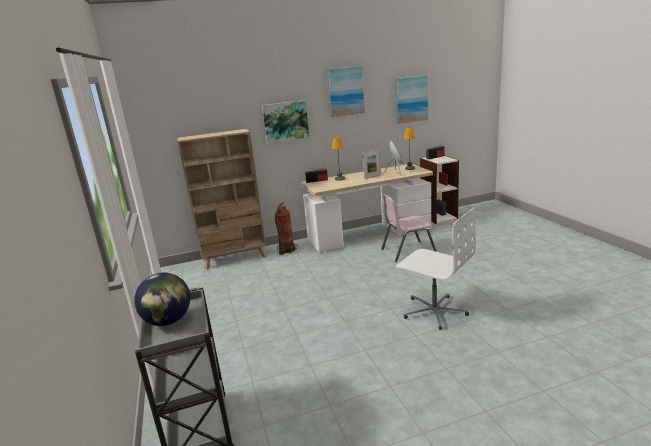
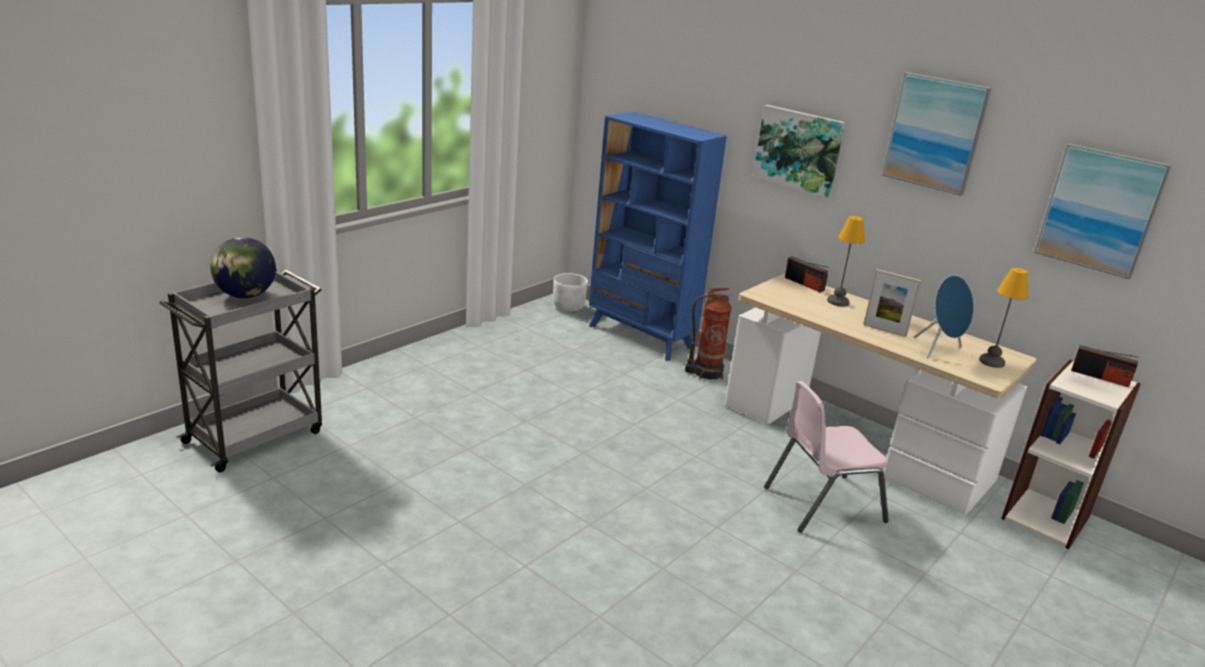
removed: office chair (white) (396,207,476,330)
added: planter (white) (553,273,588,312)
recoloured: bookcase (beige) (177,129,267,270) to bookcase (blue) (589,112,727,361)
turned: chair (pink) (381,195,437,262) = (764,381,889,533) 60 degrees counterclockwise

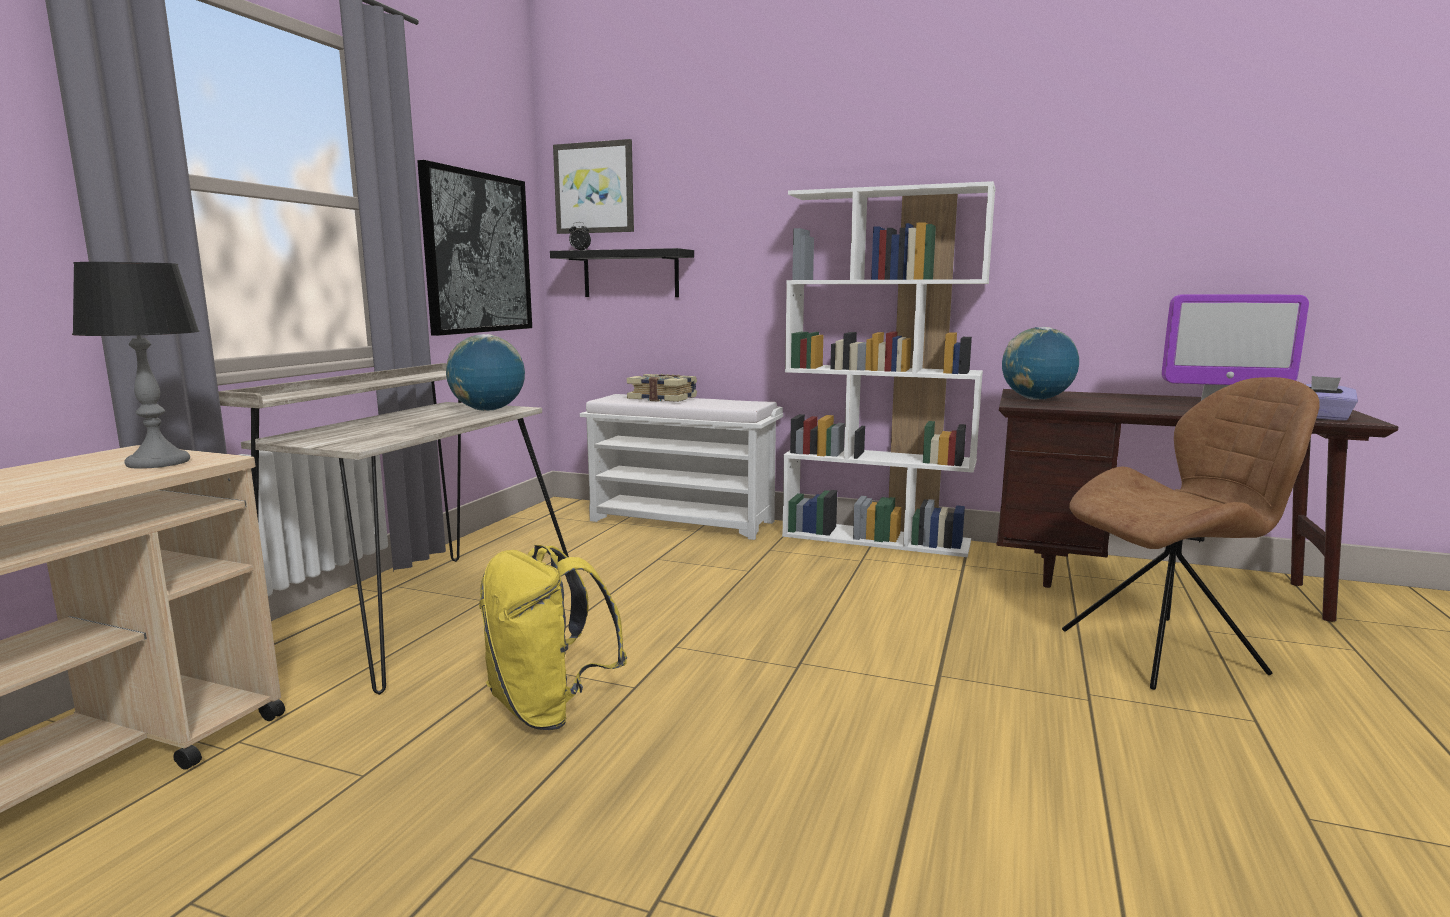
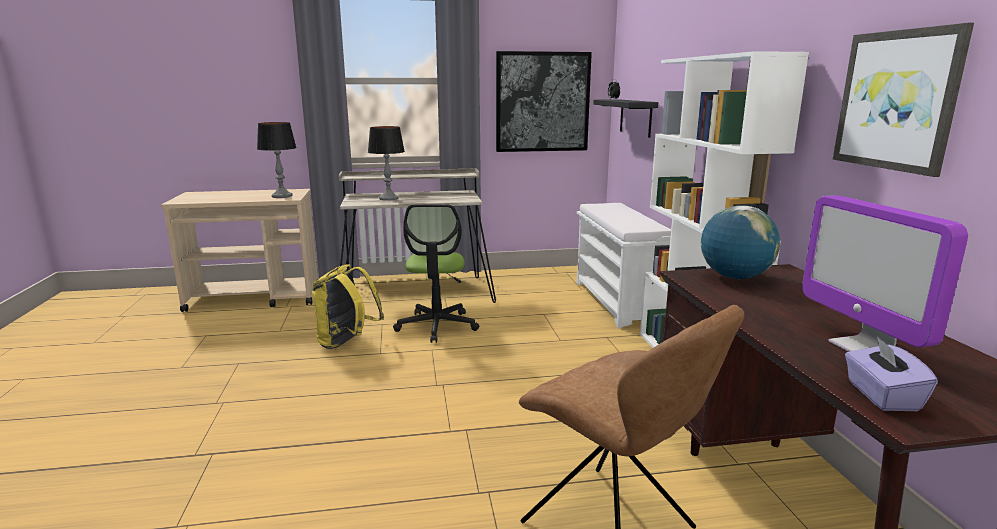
removed: globe (446,334,525,411); book (627,374,697,402)
added: table lamp (368,126,405,201); office chair (393,204,479,343)
moved: picture (553,139,634,234) to (833,23,974,177)

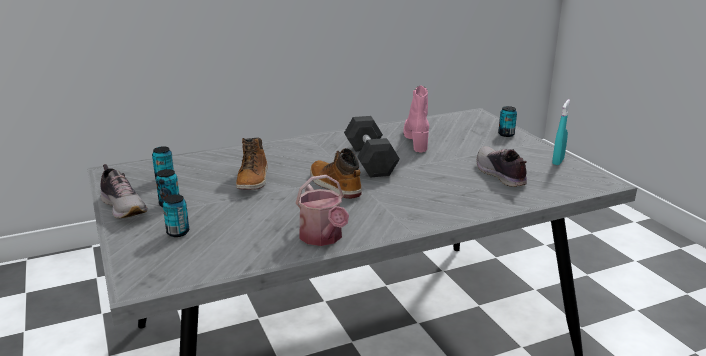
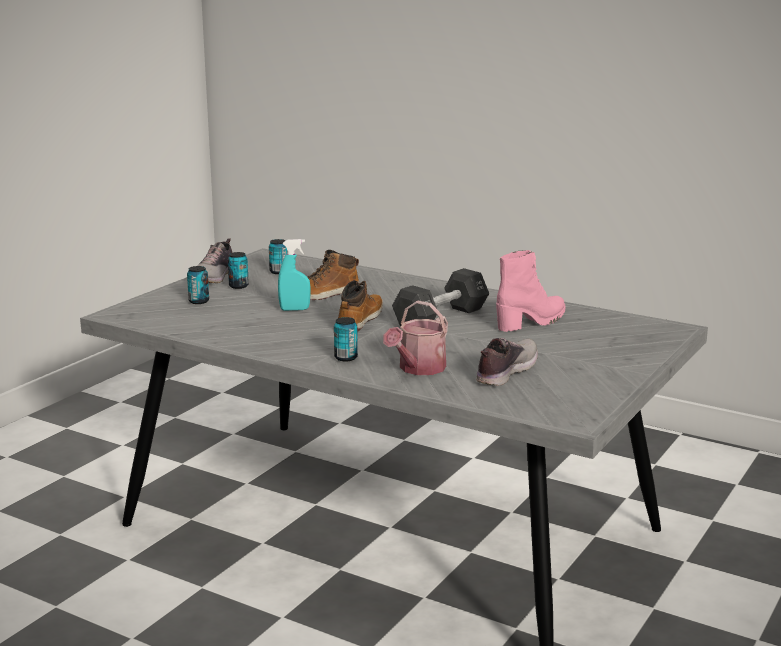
moved: watering can (296,175,349,246) to (383,301,448,375); can (498,106,517,137) to (334,317,358,361); spray bottle (turquoise) (552,99,570,165) to (278,239,311,311)

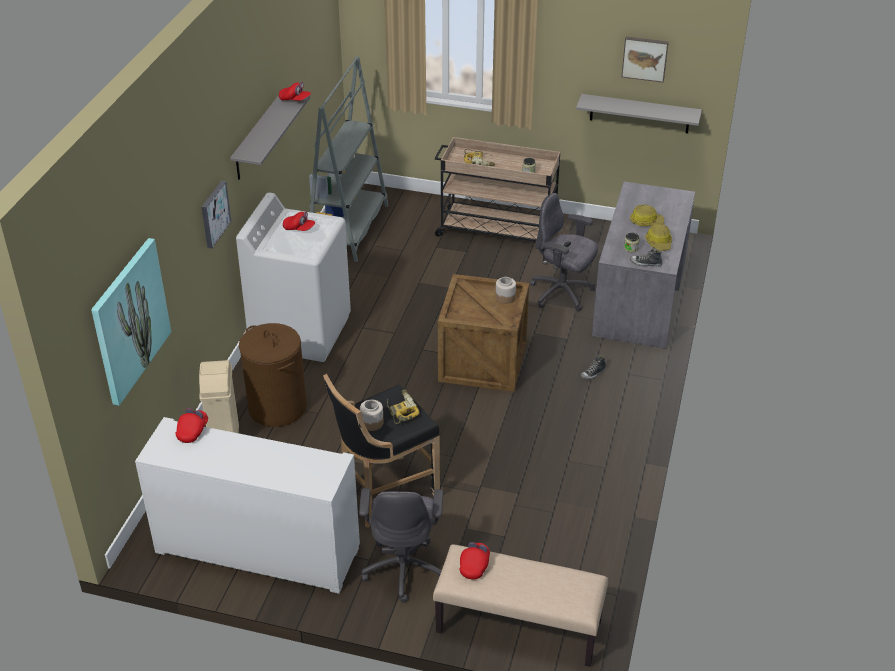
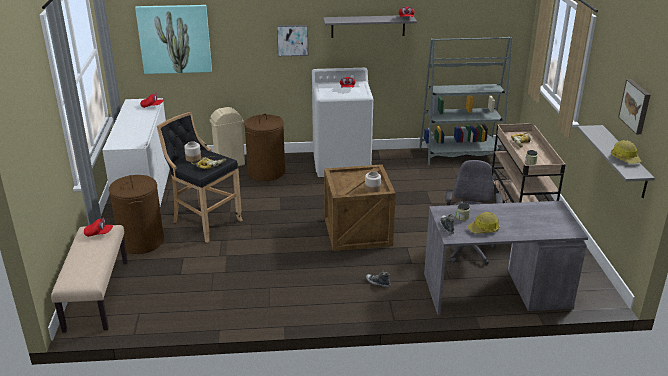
moved: hard hat (630,204,664,226) to (611,140,641,164)
replaced: office chair (grey) (359,488,444,603) to laundry basket (brown) (109,175,164,254)

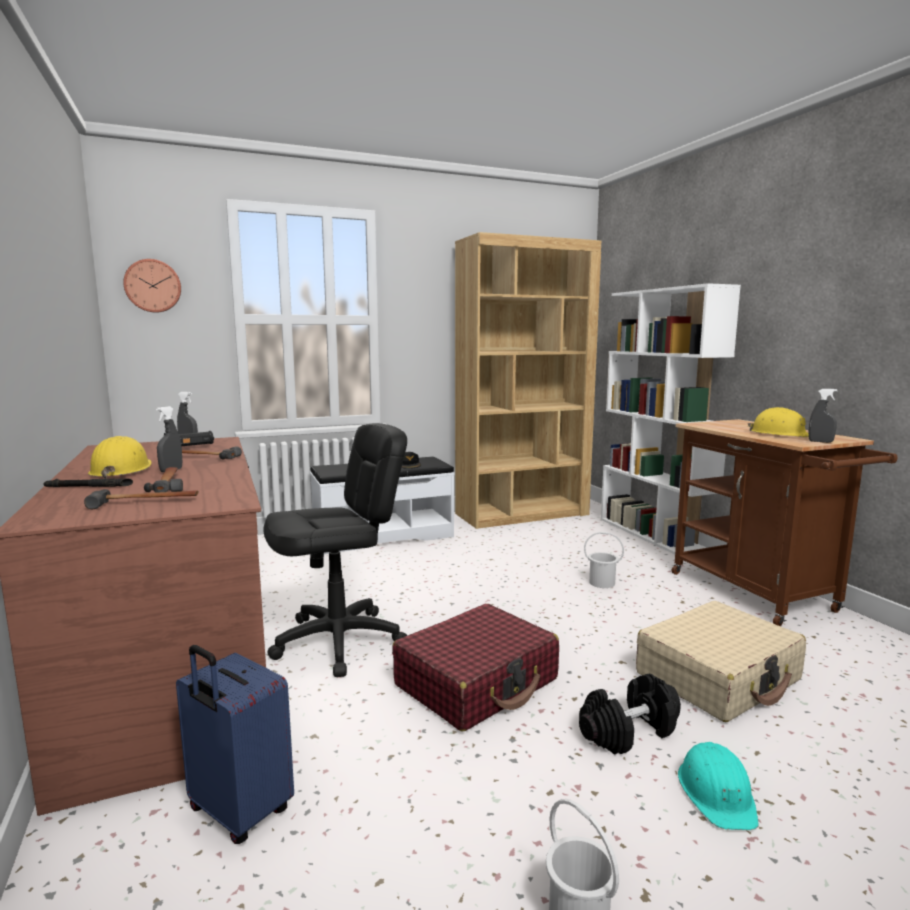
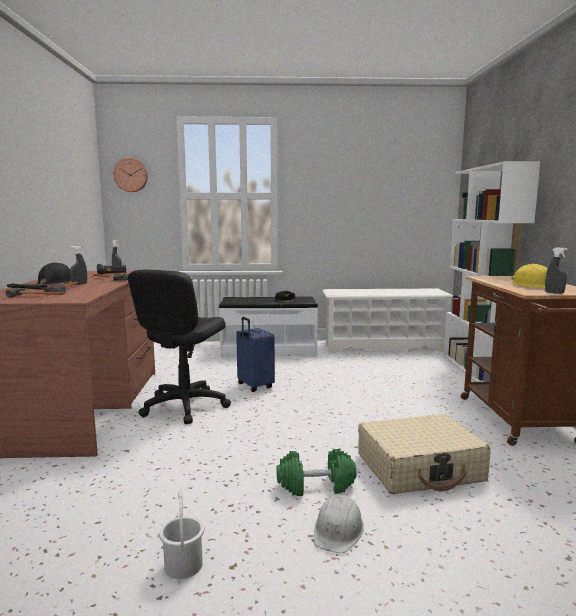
removed: suitcase (red) (392,604,559,731); bucket (white) (584,532,624,588)
moved: suitcase (blue) (176,645,294,844) to (236,317,275,392)
replaced: bookcase (brown) (455,232,601,529) to shoe rack (white) (322,289,453,353)
recoloured: hard hat (yellow) (88,436,151,479) to hard hat (black) (37,262,71,285); dumbbell (black) (579,674,681,755) to dumbbell (green) (277,448,357,496); hard hat (turquoise) (678,742,758,830) to hard hat (white) (314,495,364,553)
turned: office chair (black) (263,423,407,677) = (128,270,231,424) 120 degrees clockwise

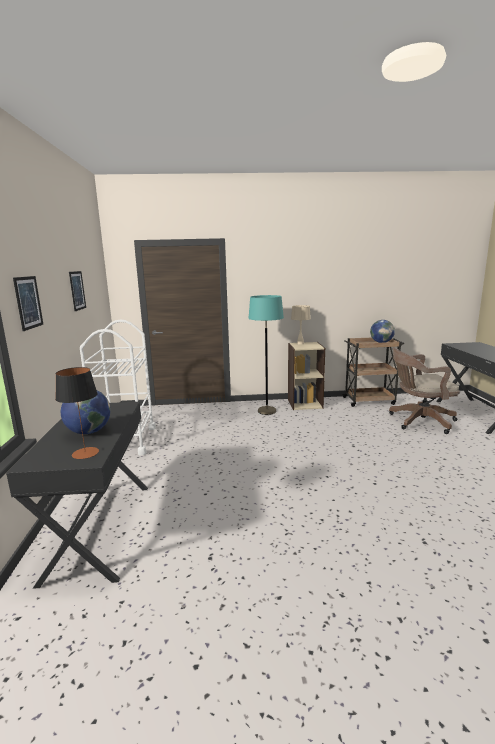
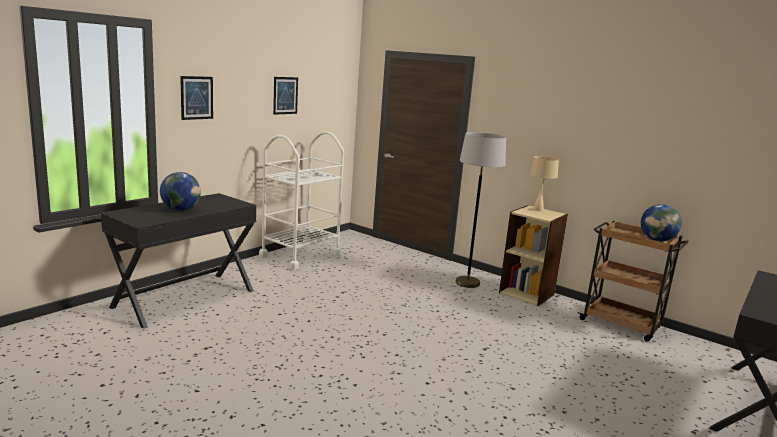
removed: table lamp (55,367,99,459); office chair (brown) (389,348,460,434)
recoloured: floor lamp (turquoise) (248,295,284,415) to floor lamp (grey) (456,132,506,288)

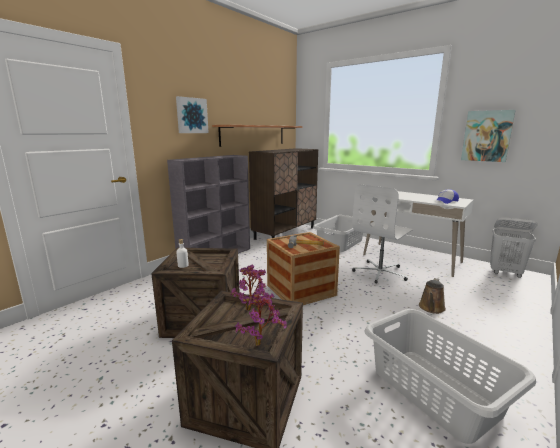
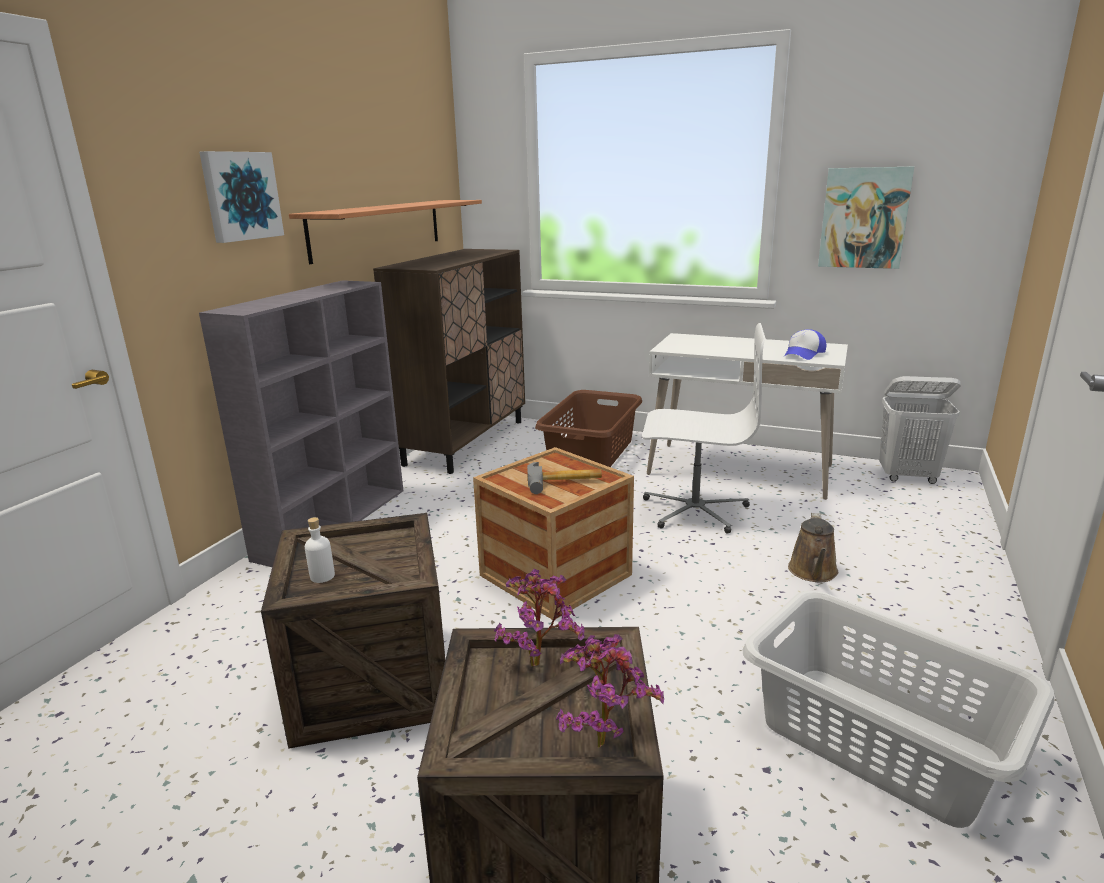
recoloured: laundry basket (grey) (313,215,363,252) to laundry basket (brown) (535,390,642,467)
turned: office chair (white) (352,184,414,284) = (642,323,766,534) 105 degrees counterclockwise

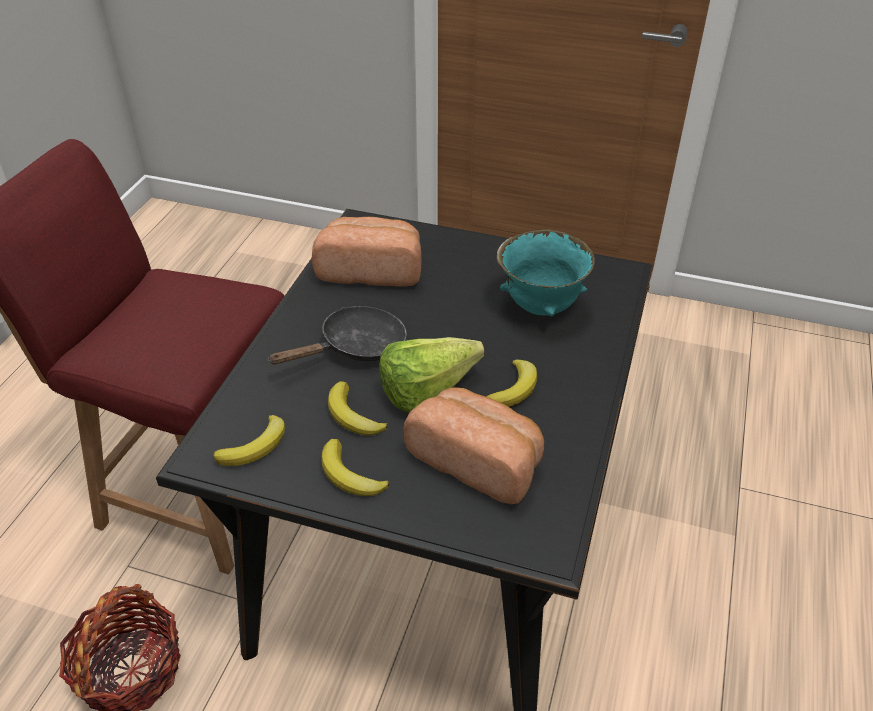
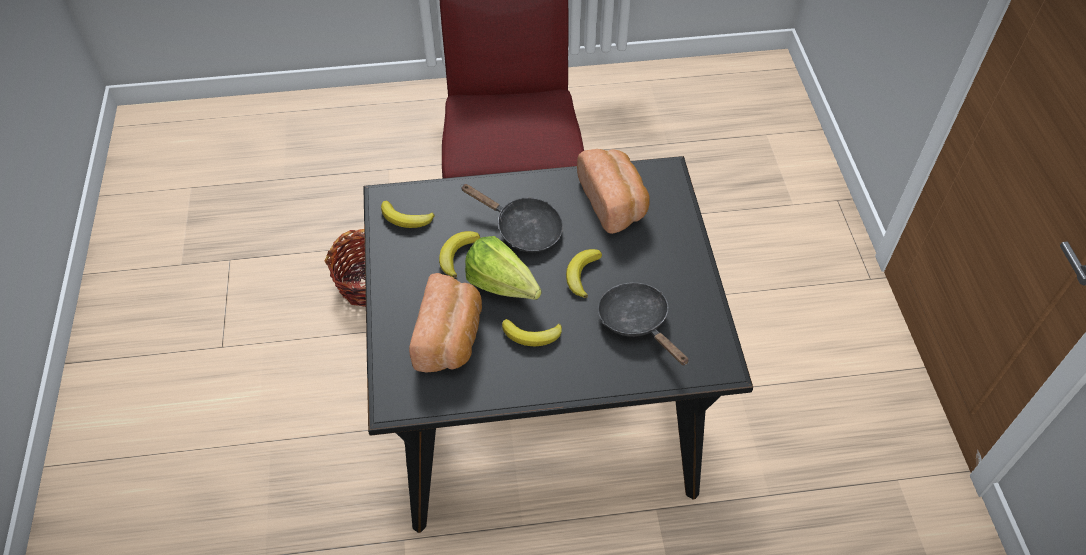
moved: banana (321,439,390,496) to (566,249,602,298)
replaced: bowl (turquoise) (497,230,595,316) to frying pan (black) (598,282,689,365)

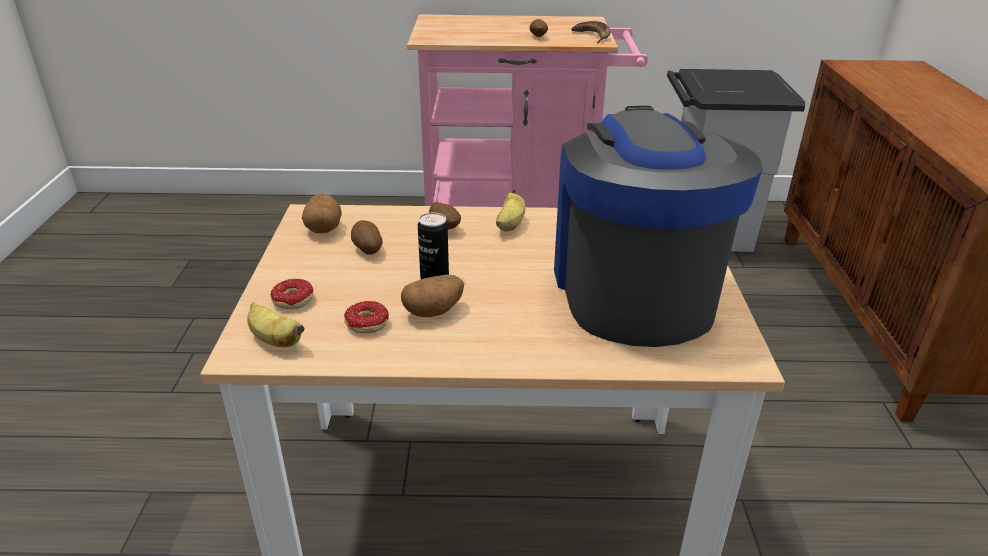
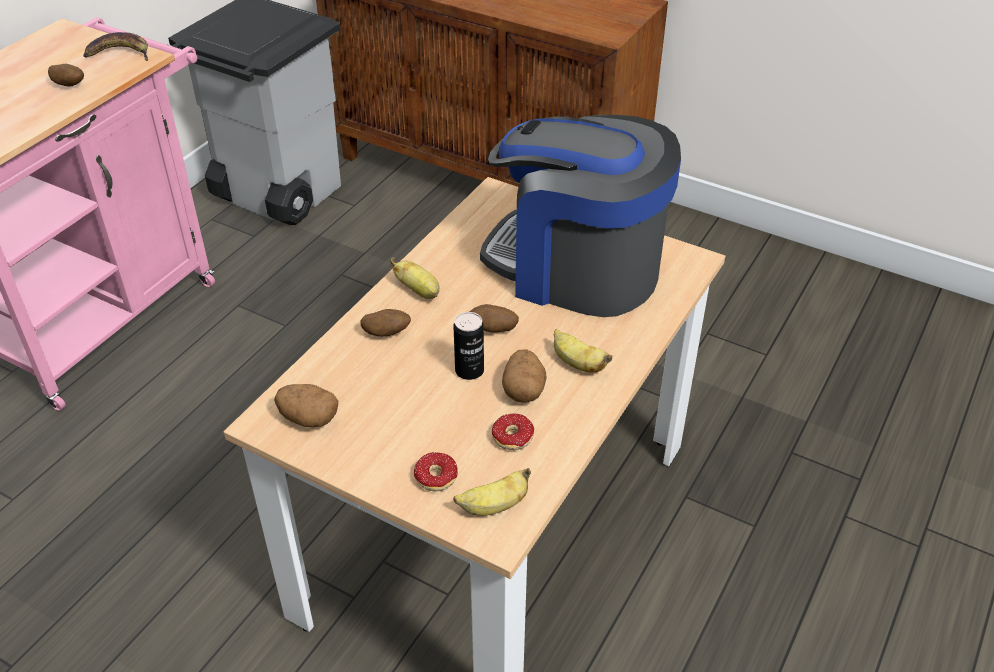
added: banana (554,329,612,372)
moved: potato (351,220,383,255) to (470,304,519,333)

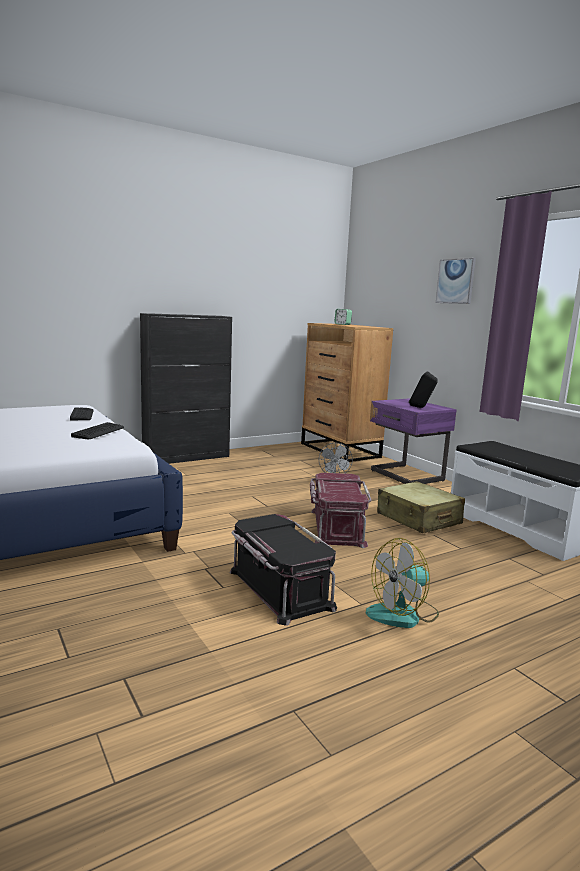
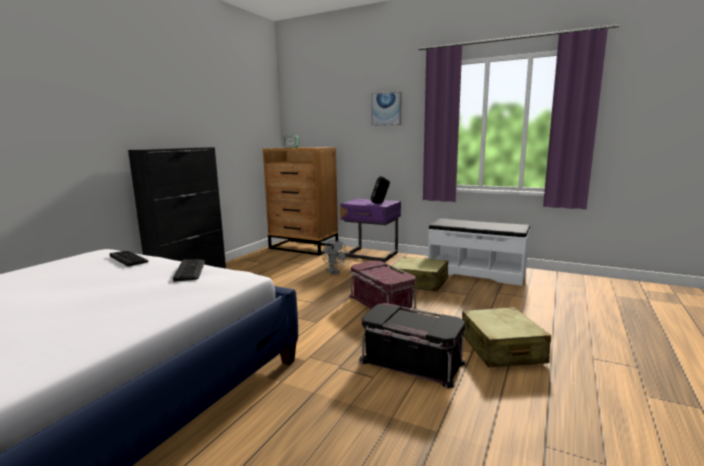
replaced: fan (366,538,439,628) to suitcase (beige) (462,307,551,368)

